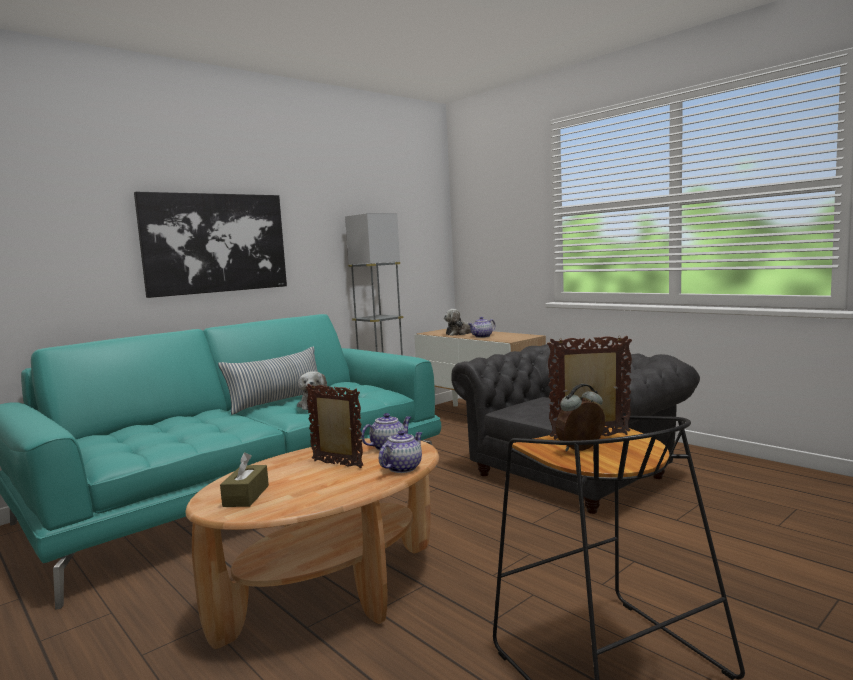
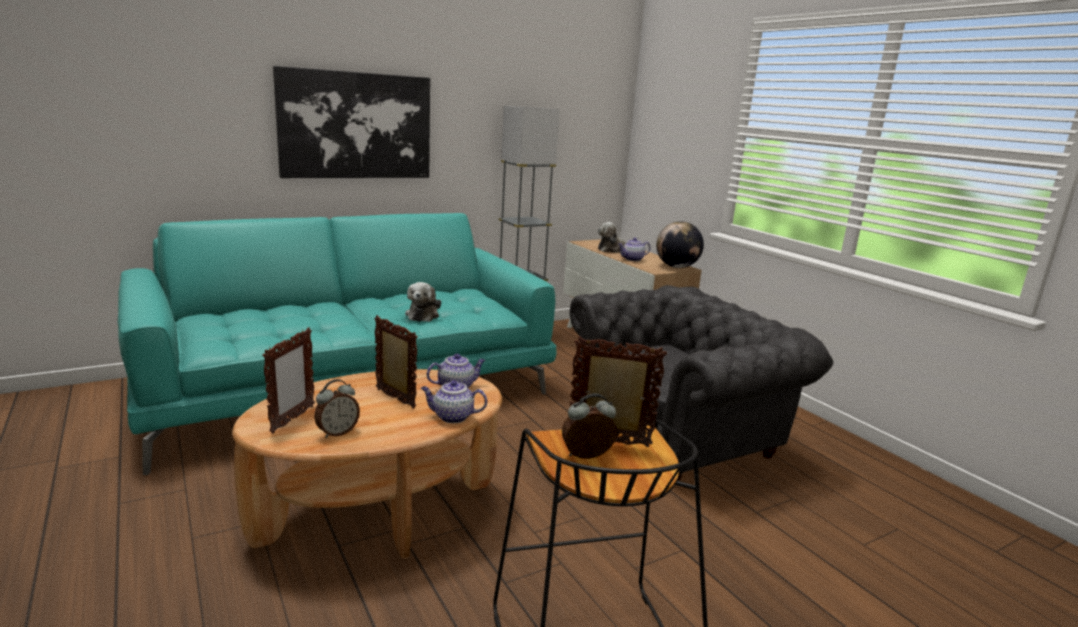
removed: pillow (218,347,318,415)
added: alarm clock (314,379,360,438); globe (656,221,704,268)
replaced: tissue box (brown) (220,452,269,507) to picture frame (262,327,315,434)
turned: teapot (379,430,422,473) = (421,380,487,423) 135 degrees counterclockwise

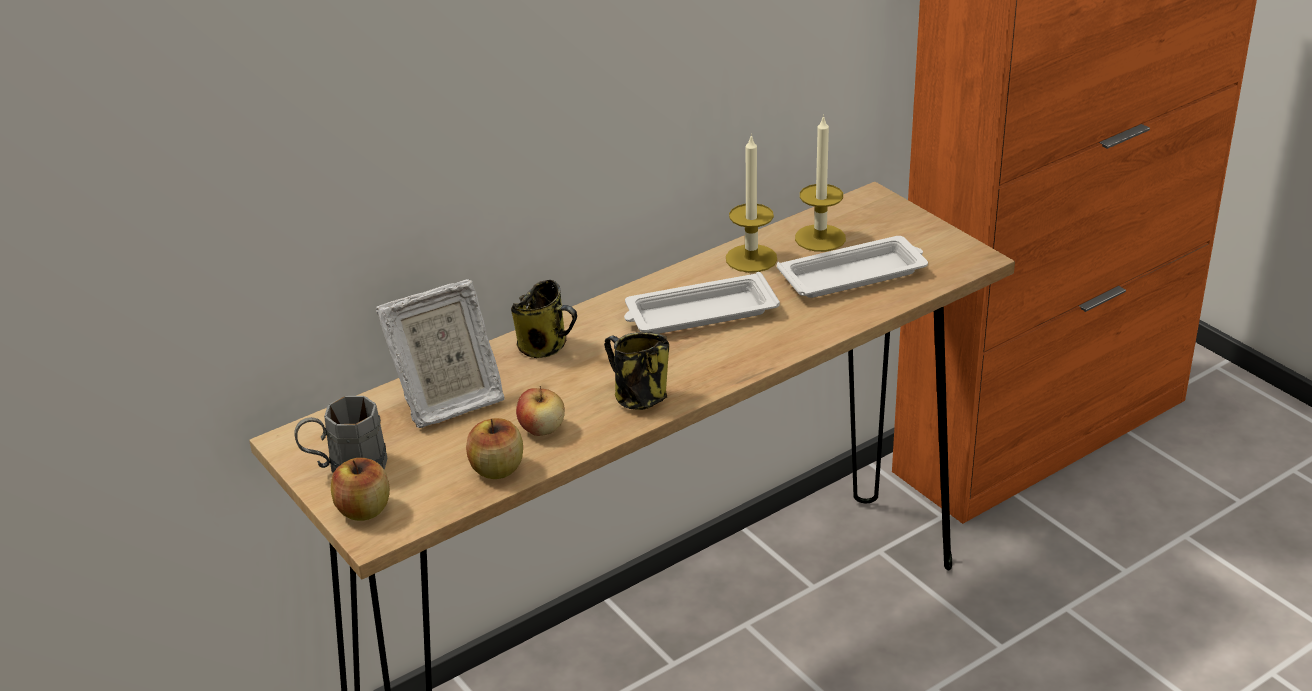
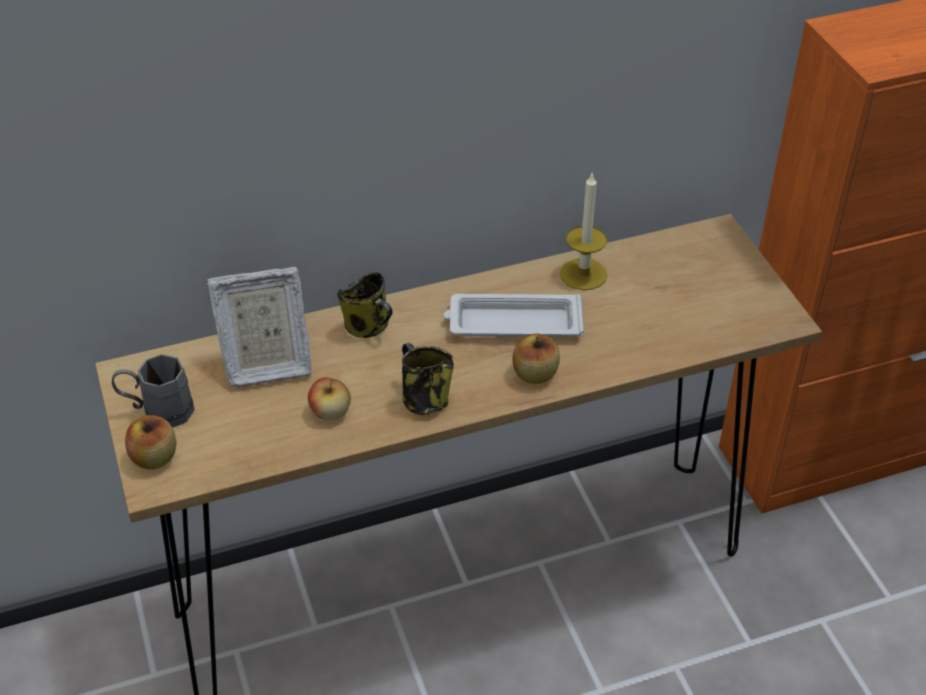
removed: tray (white) (777,236,928,298); candle (795,114,846,252)
moved: apple (466,418,523,479) to (513,334,560,384)

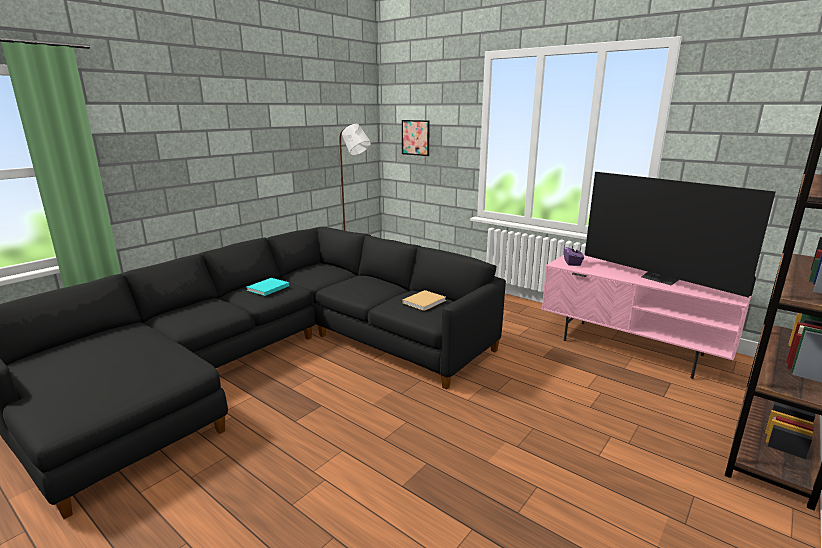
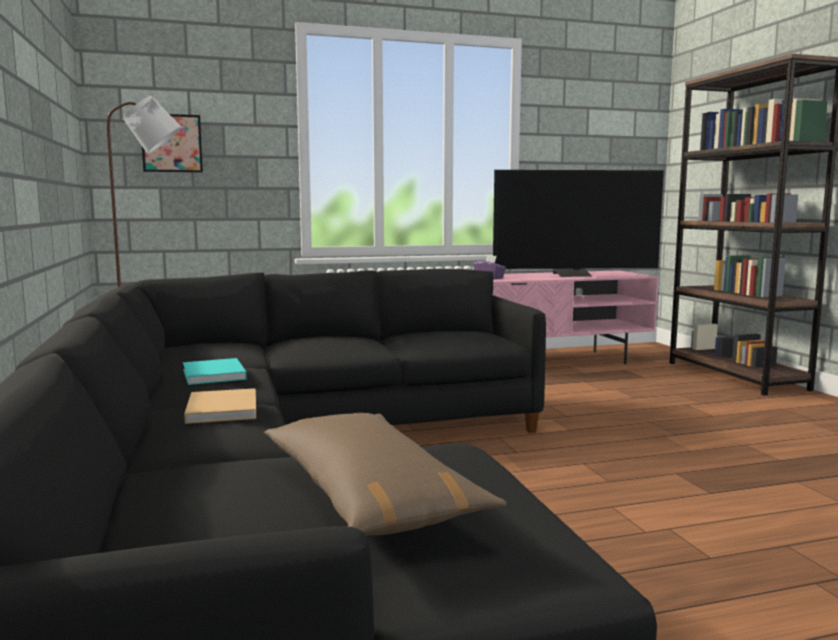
added: pillow (brown) (264,413,506,535)
moved: book (beige) (403,290,446,311) to (184,388,256,424)

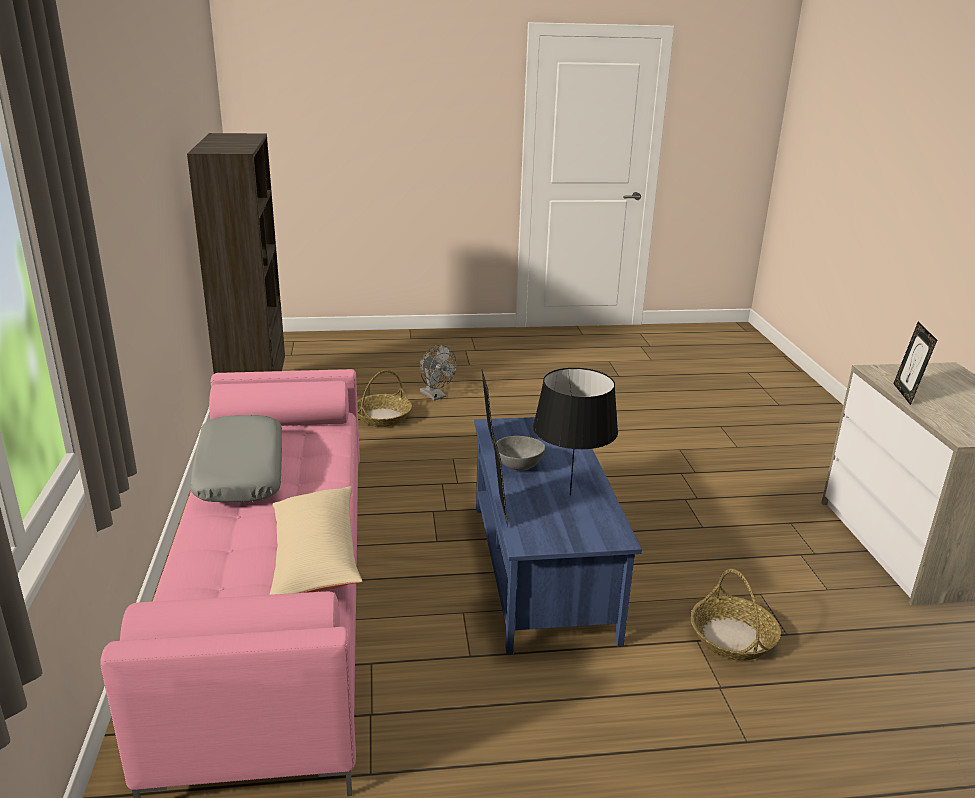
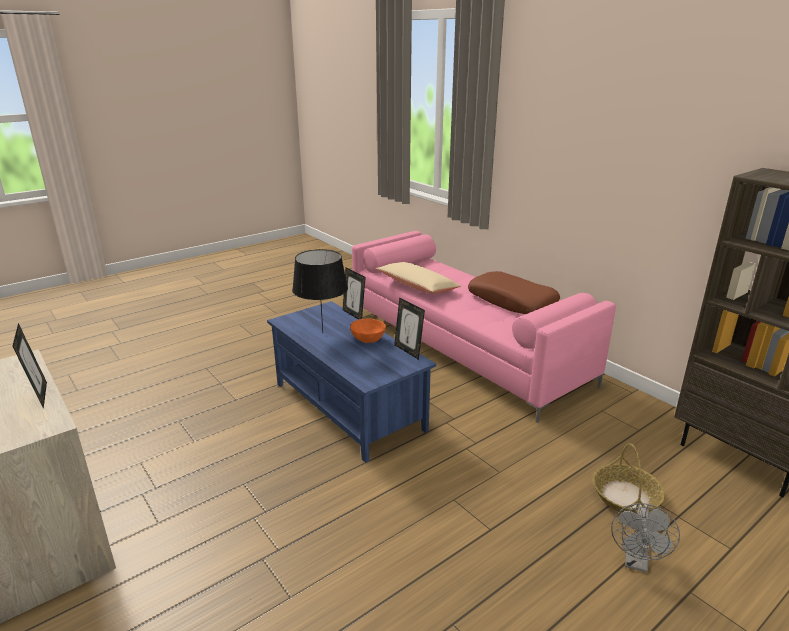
removed: basket (690,569,781,661)
recoloured: pillow (grey) (190,415,282,502) to pillow (brown) (468,271,560,314); bowl (grey) (496,436,545,470) to bowl (orange) (350,319,386,343)
turned: fan (grey) (420,345,456,401) = (611,503,680,573) 90 degrees counterclockwise

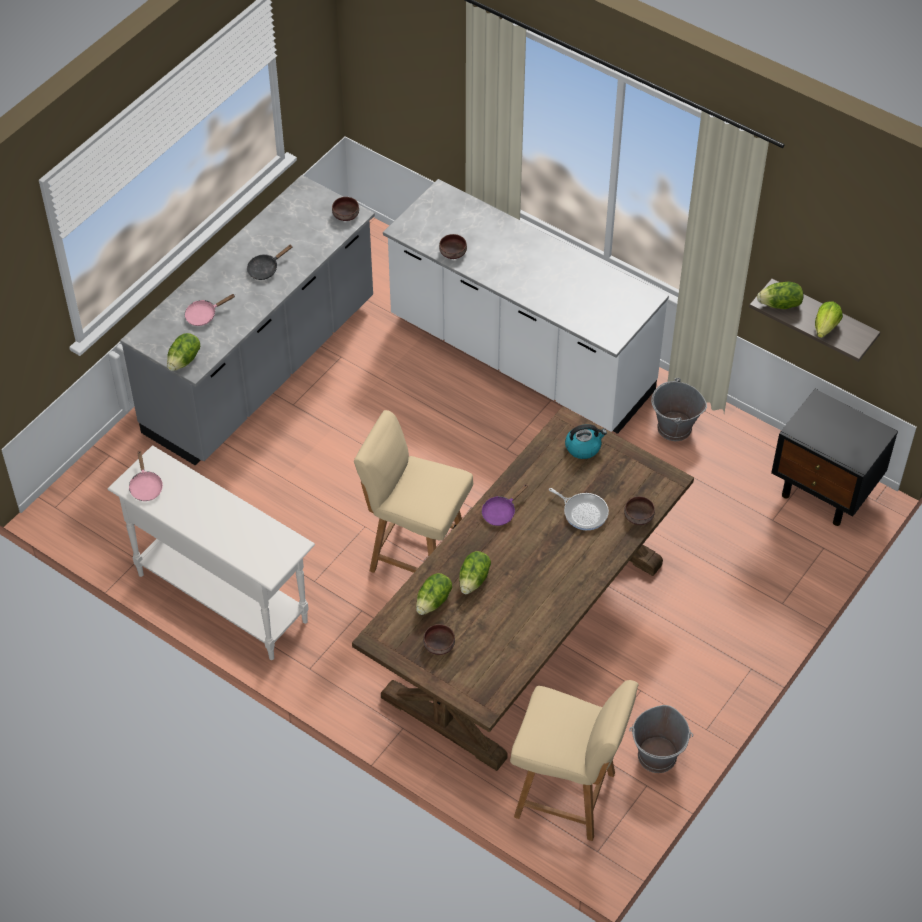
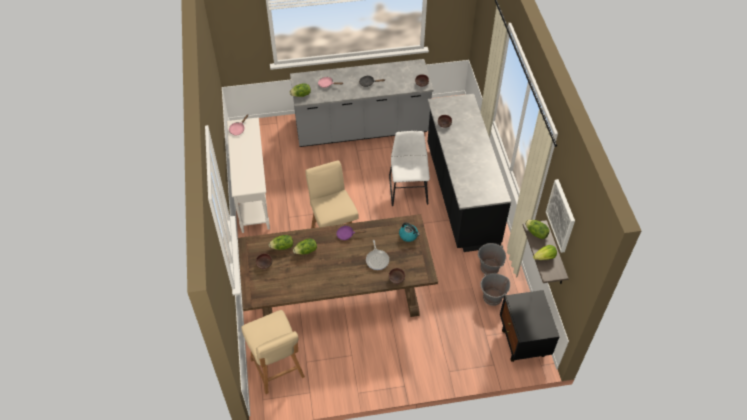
added: chair (white) (389,131,430,206); picture (546,179,575,253)
moved: bucket (grey) (629,705,693,773) to (480,273,510,306)
recoloured: counter (white) (383,179,669,434) to counter (black) (428,94,511,252)

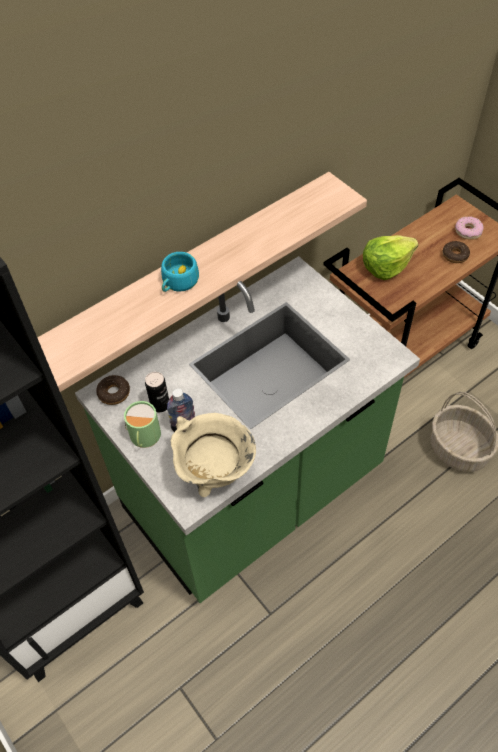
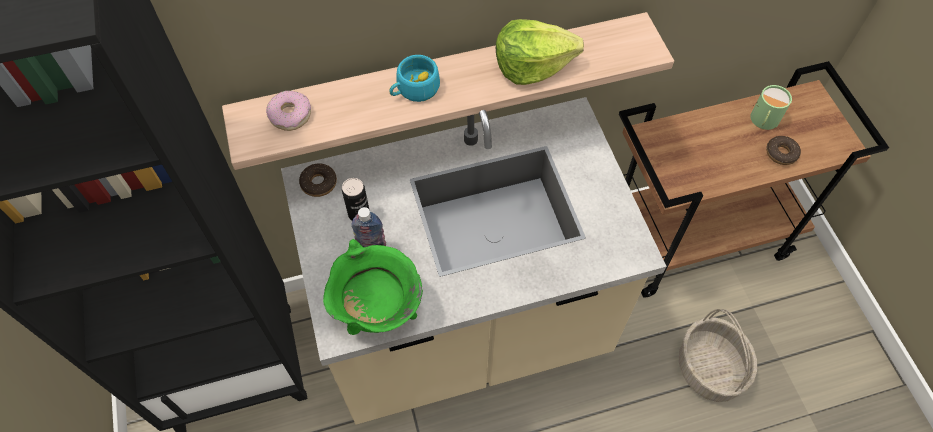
moved: mug (green) (124,401,161,448) to (750,85,792,130); lettuce (363,235,418,280) to (496,19,584,85); donut (455,217,484,240) to (266,91,311,131)
recoloured: counter (green) (75,256,420,603) to counter (beige) (281,97,667,425); cooking pot (beige) (171,413,256,497) to cooking pot (green) (323,239,423,335)

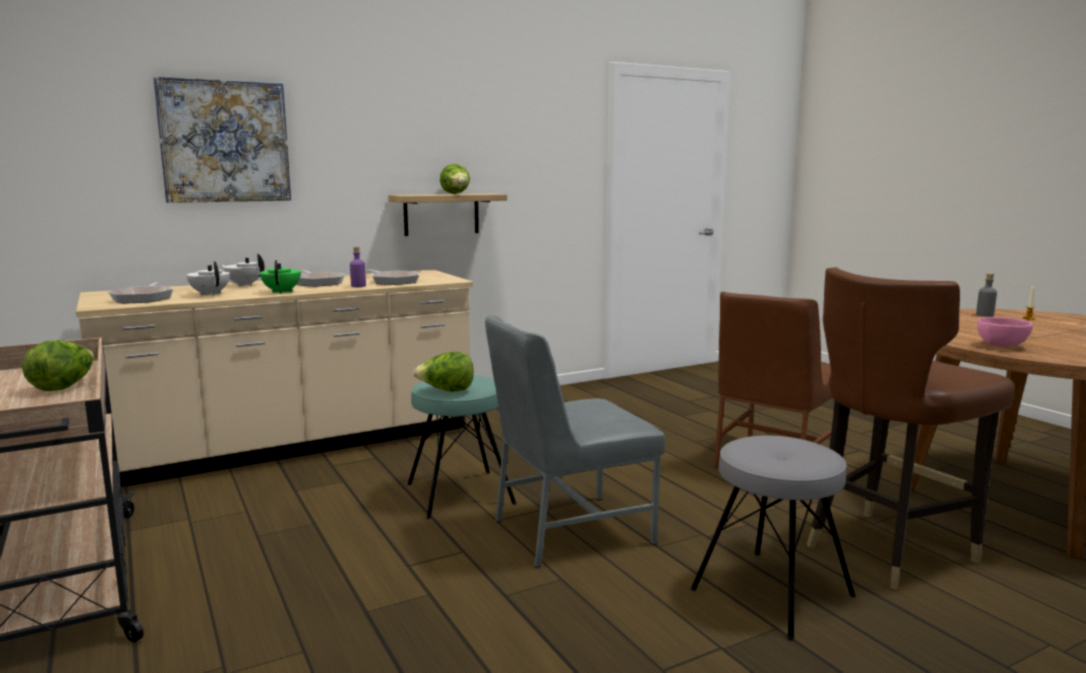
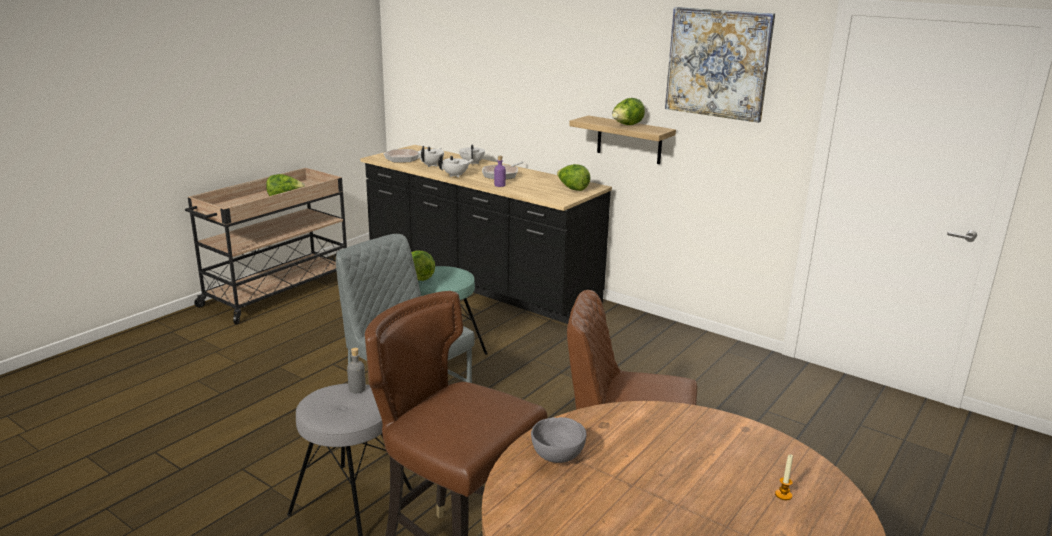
removed: frying pan (367,269,420,285)
added: lettuce (557,164,591,191)
moved: picture (153,76,291,203) to (665,7,775,123); bottle (grey) (976,273,997,317) to (347,348,366,393)
recoloured: counter (beige) (76,269,473,487) to counter (black) (360,145,612,324); teapot (green) (260,260,301,294) to teapot (white) (438,154,474,178); bowl (pink) (977,317,1033,347) to bowl (grey) (531,417,586,463)

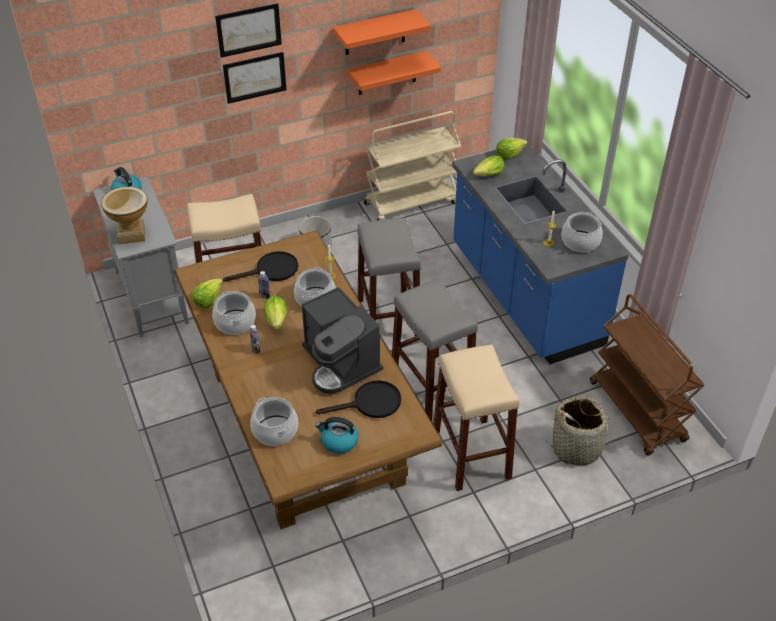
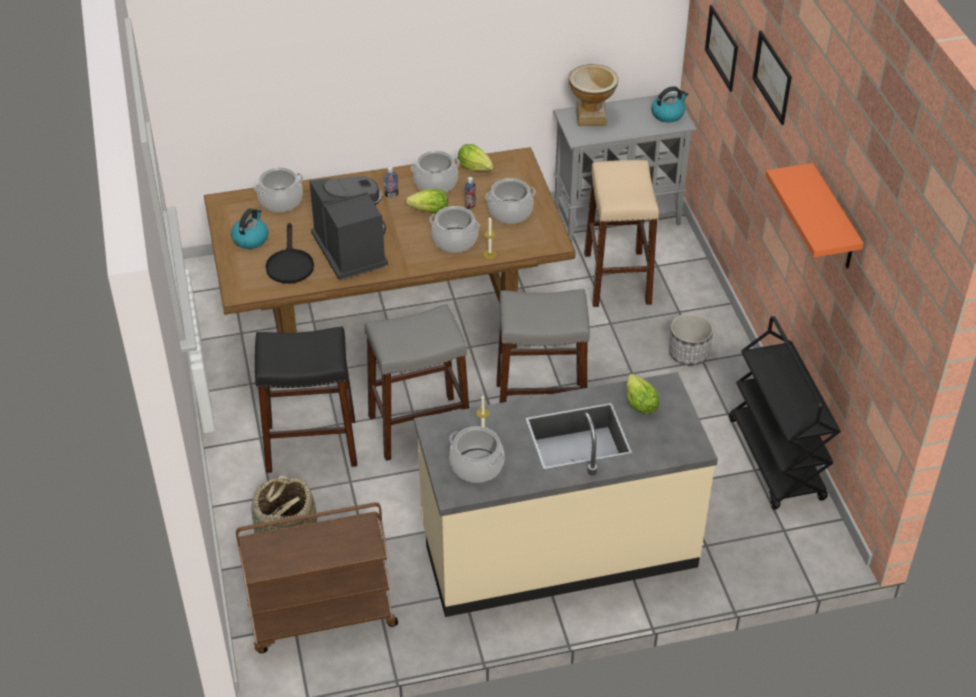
removed: shelf (orange) (347,51,441,95); lettuce (496,138,527,159)
moved: picture (223,52,286,104) to (705,5,738,92)
replaced: frying pan (black) (223,251,298,282) to cooking pot (485,178,536,224)
recoloured: cart (beige) (364,111,461,220) to cart (black) (729,316,841,510); stool (beige) (433,344,519,491) to stool (black) (255,327,357,473); counter (blue) (452,143,629,364) to counter (beige) (414,372,718,617)
turned: coffee machine (302,287,383,394) = (310,176,388,280) 90 degrees clockwise

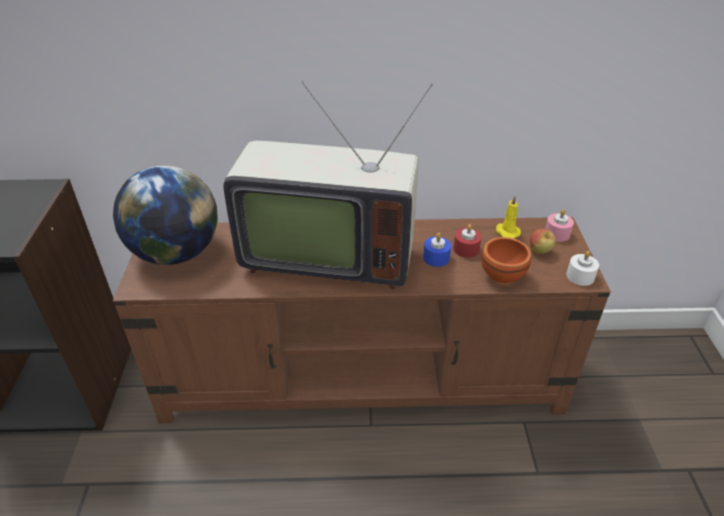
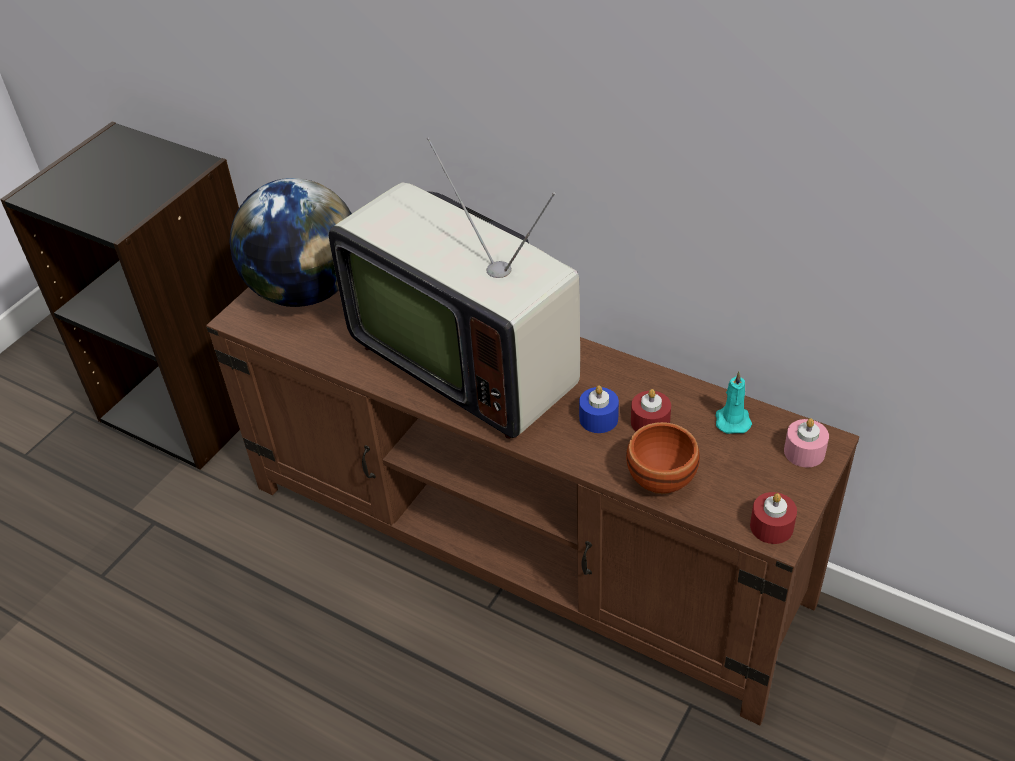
removed: apple (530,229,556,254)
recoloured: candle (yellow) (496,196,521,239) to candle (turquoise) (716,371,752,434); candle (white) (566,251,599,286) to candle (red) (750,492,797,544)

